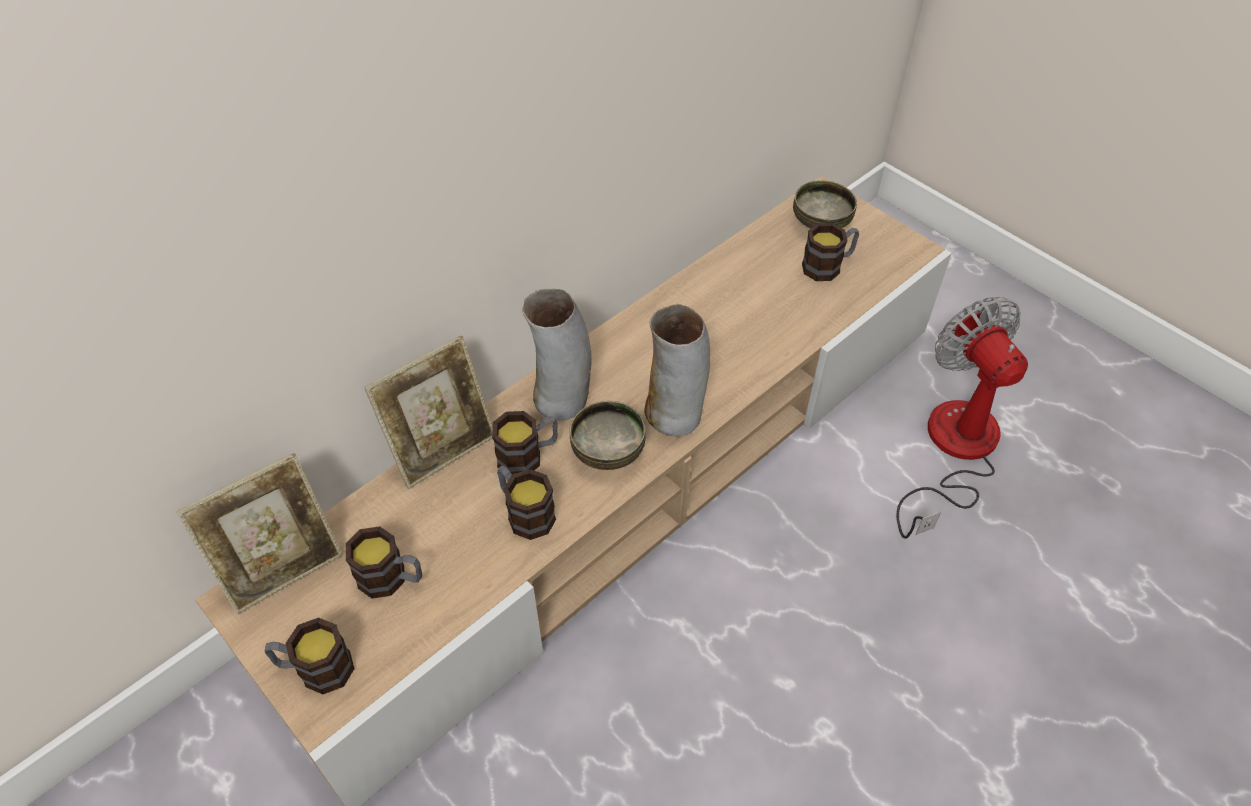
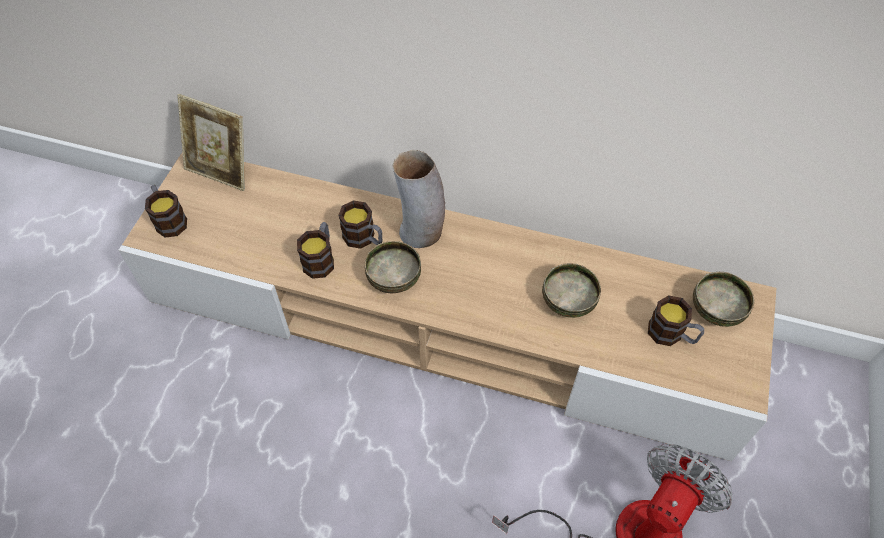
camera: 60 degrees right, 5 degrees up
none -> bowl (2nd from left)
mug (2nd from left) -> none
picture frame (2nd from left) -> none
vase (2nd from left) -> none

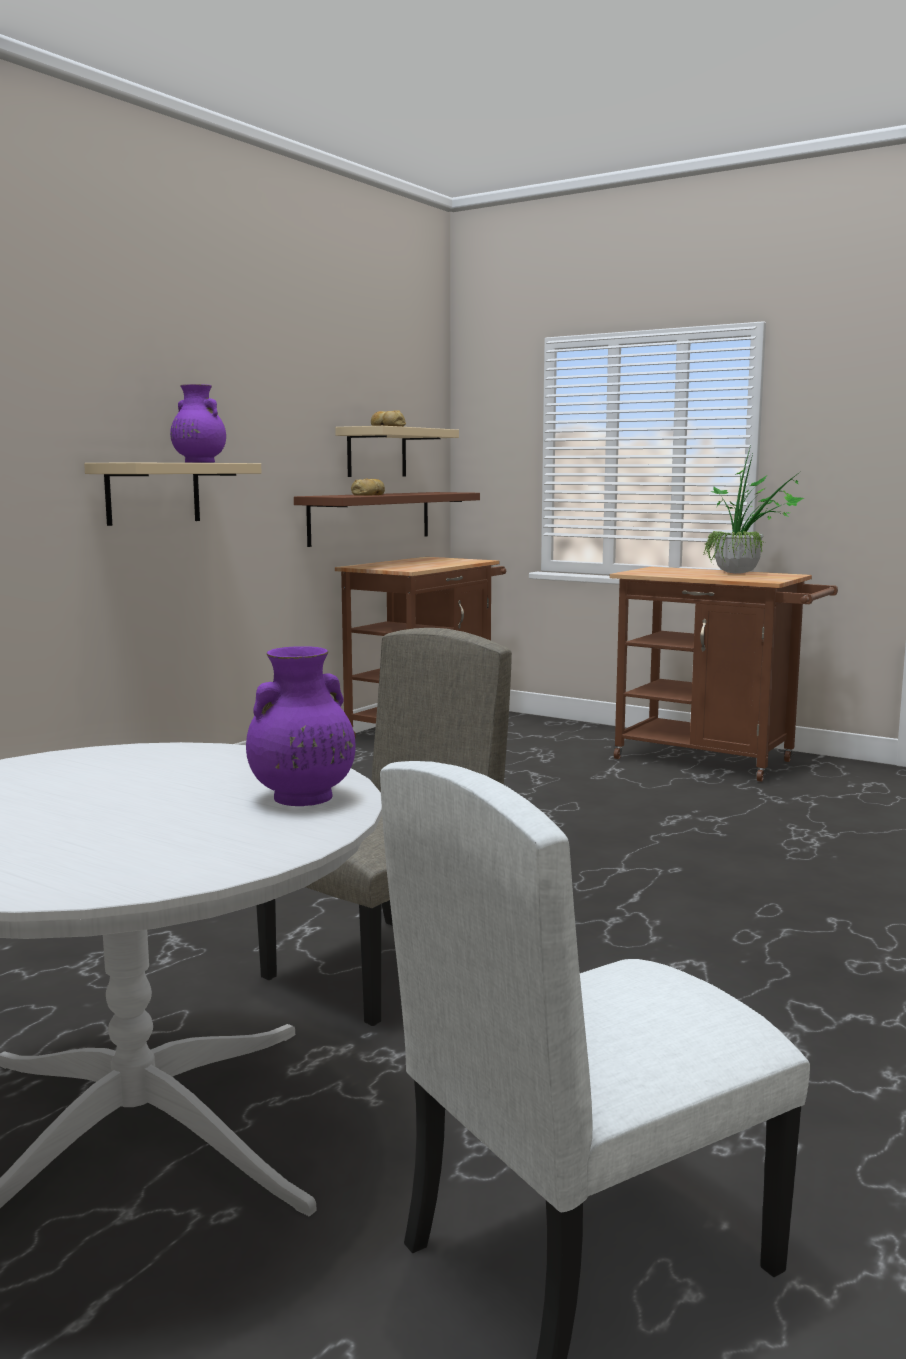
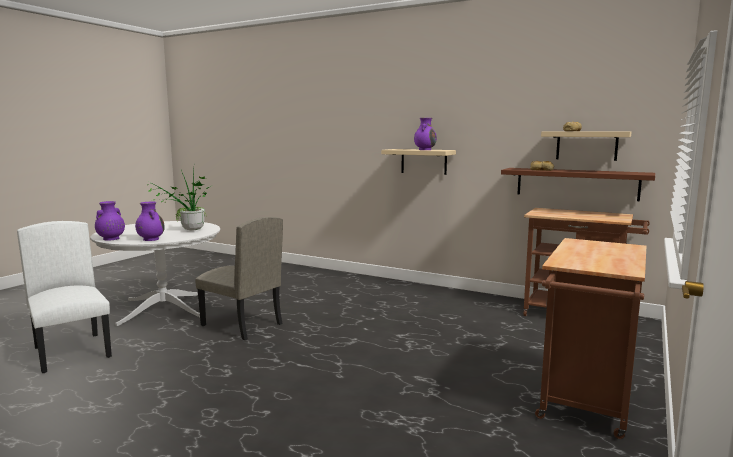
camera: 85 degrees right, 0 degrees up
none -> purple vase (1st from left)
potted plant, move

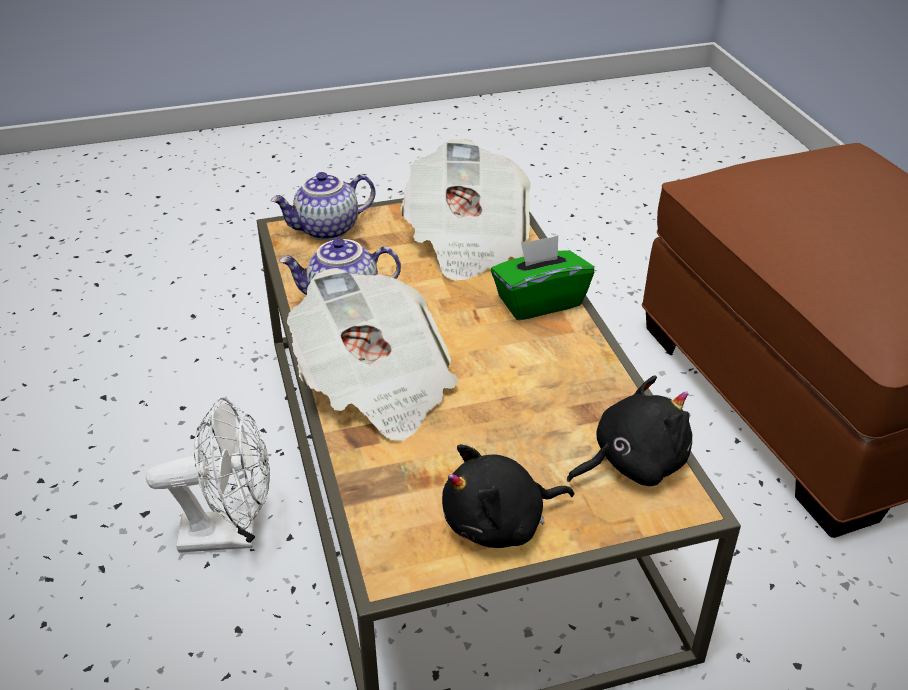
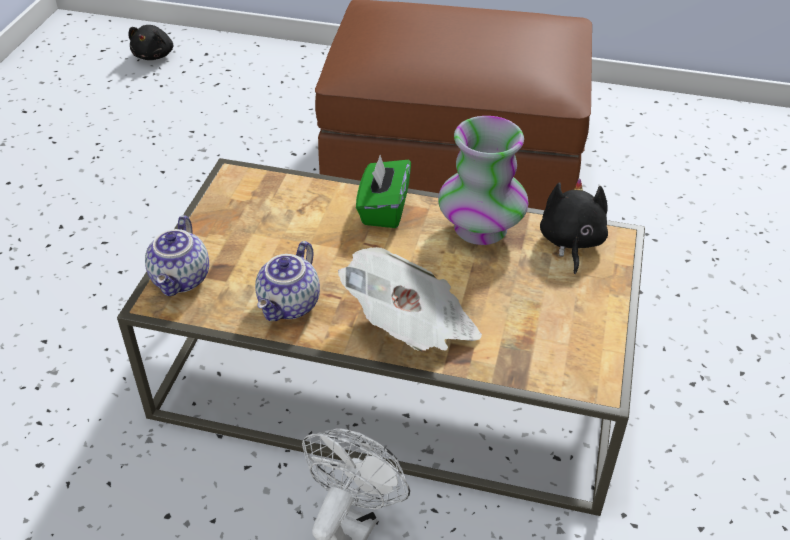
camera: 60 degrees left, 5 degrees up
black plush toy (1st from left), move
none -> vase
newspaper (2nd from left) -> none

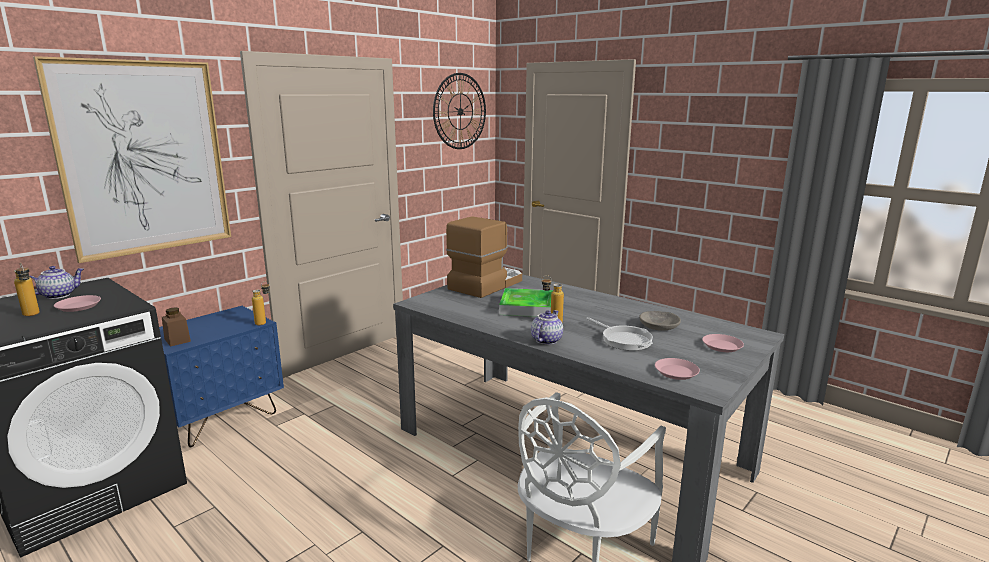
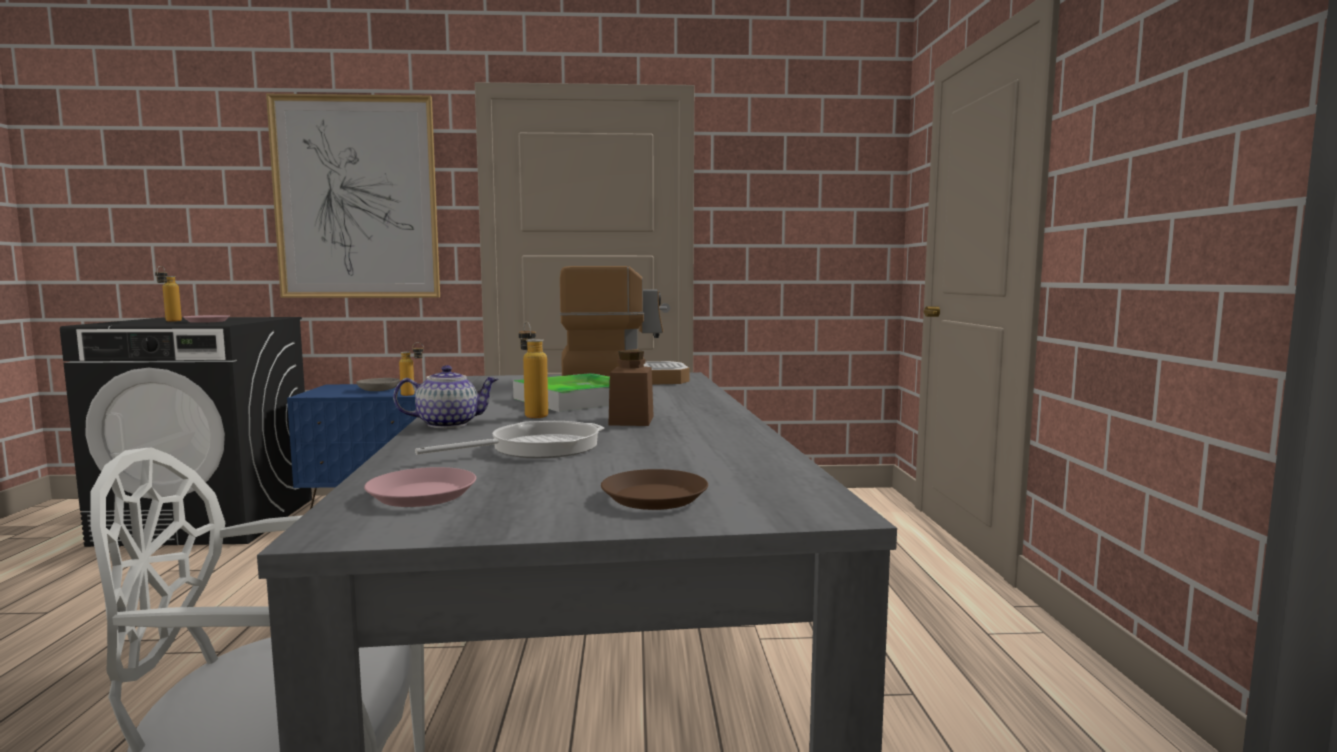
camera: 45 degrees right, 10 degrees down
grey bowl, move
frying pan, 135 degrees counterclockwise
pink plate (3rd from left) -> brown plate
brown jar, move
teapot (1st from left) -> none
wall clock -> none

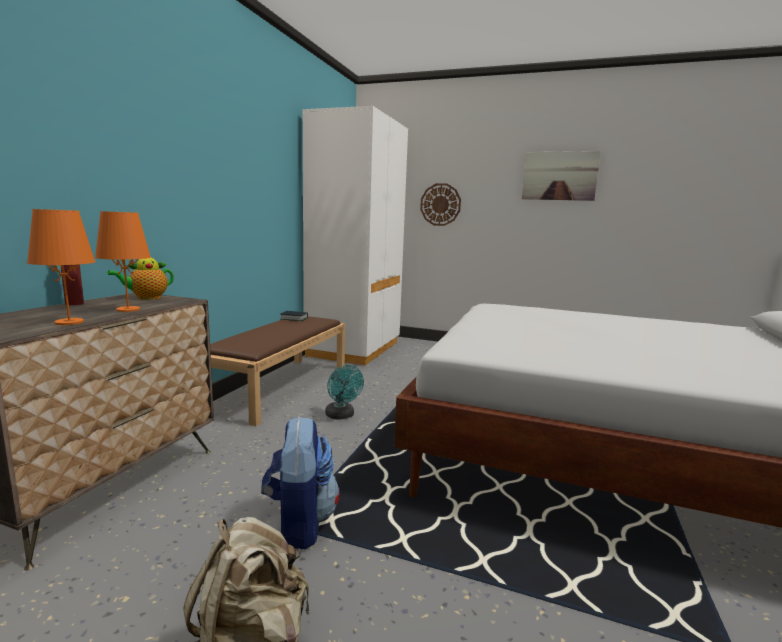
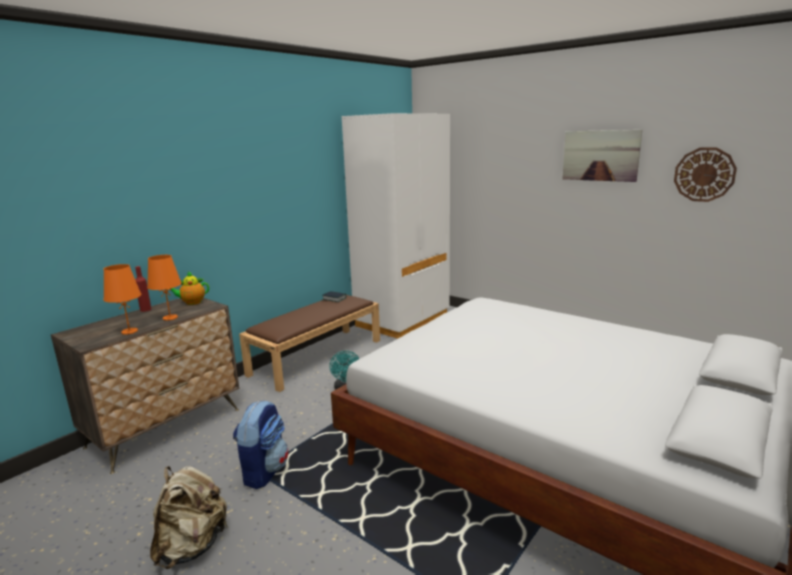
camera: 20 degrees right, 5 degrees up
wall clock, move

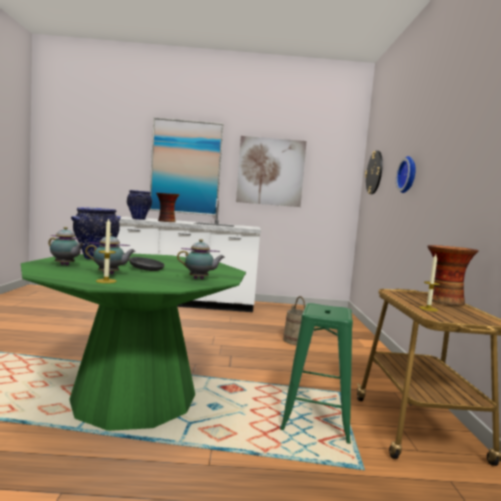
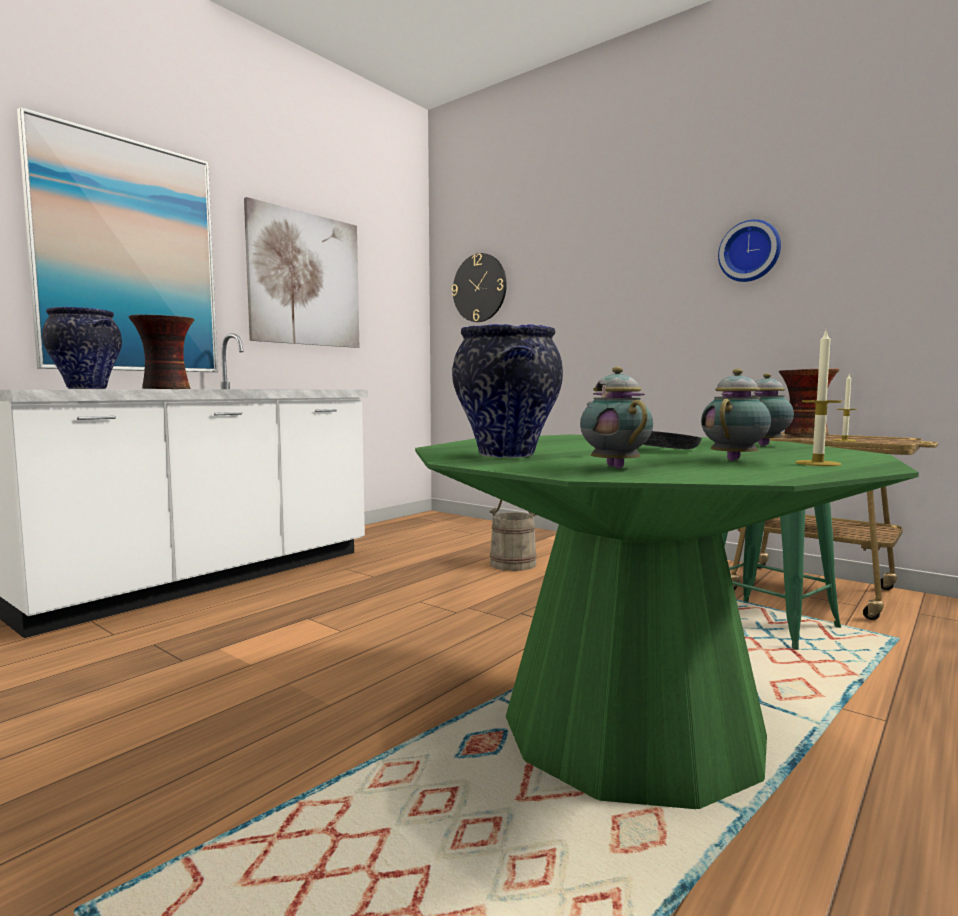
camera: 50 degrees left, 0 degrees up
teapot (1st from left), 75 degrees counterclockwise
wall clock (2nd from left), move

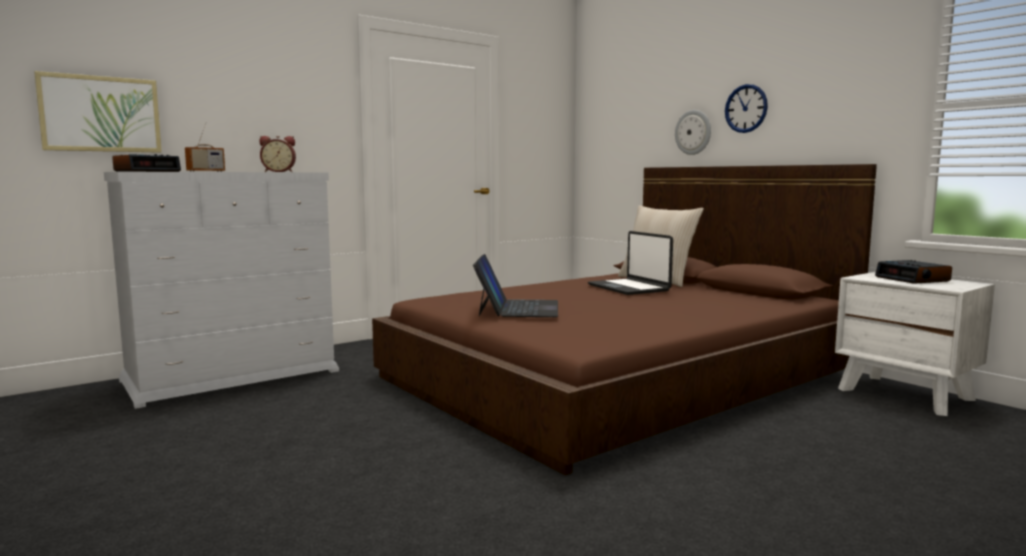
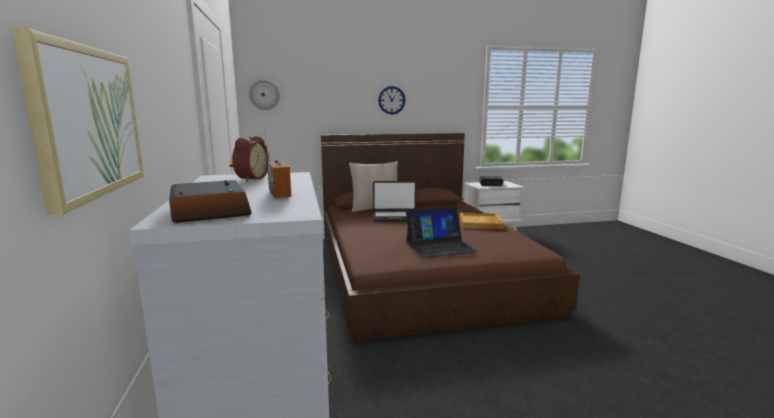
camera: 65 degrees left, 5 degrees up
wall clock (1st from left), move
laptop (1st from left in the first image) -> laptop (2nd from left), 135 degrees clockwise
none -> beige tray

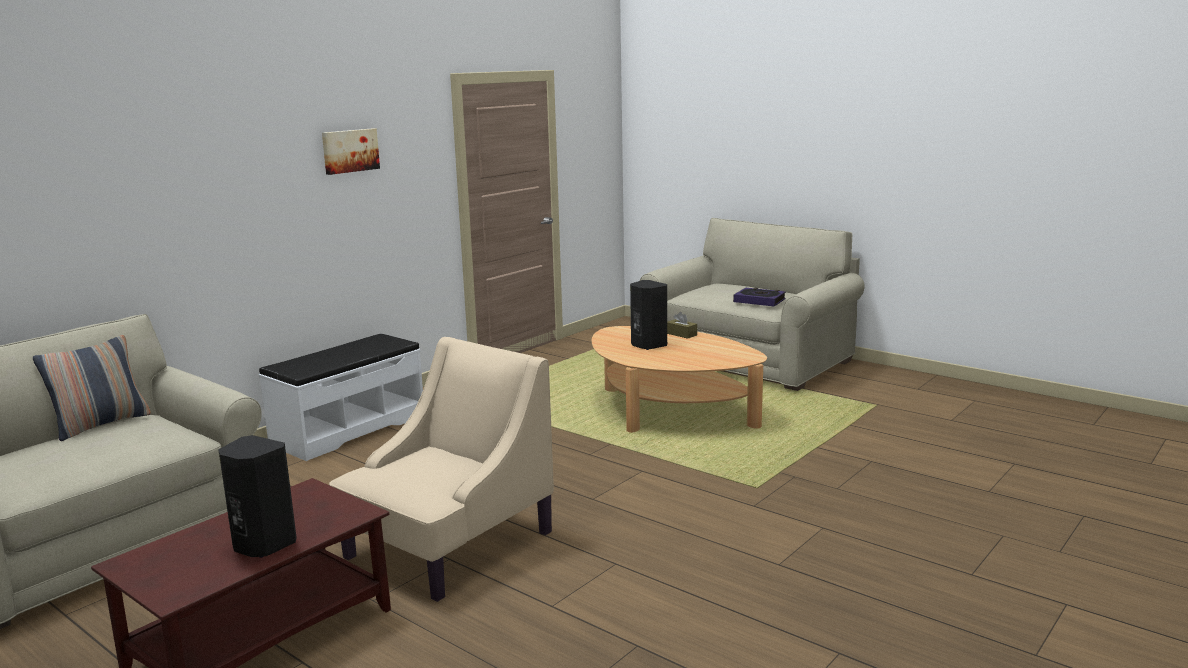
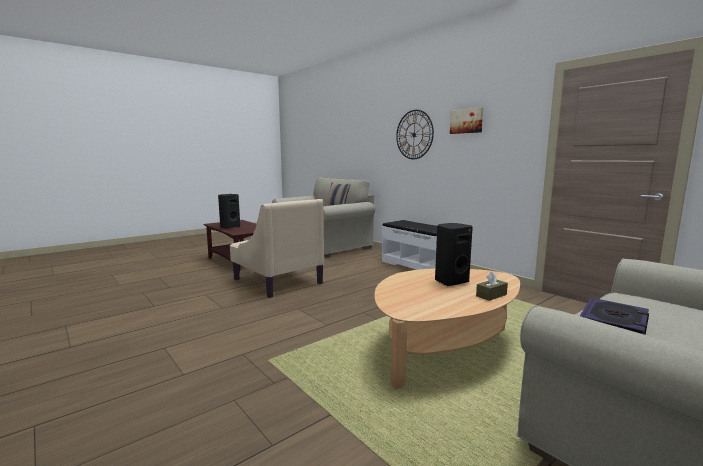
camera: 100 degrees right, 5 degrees down
none -> wall clock

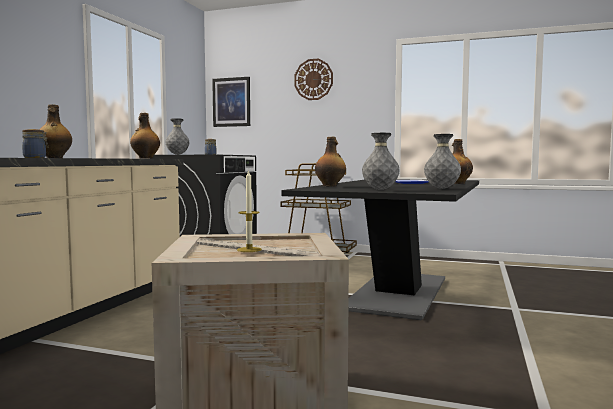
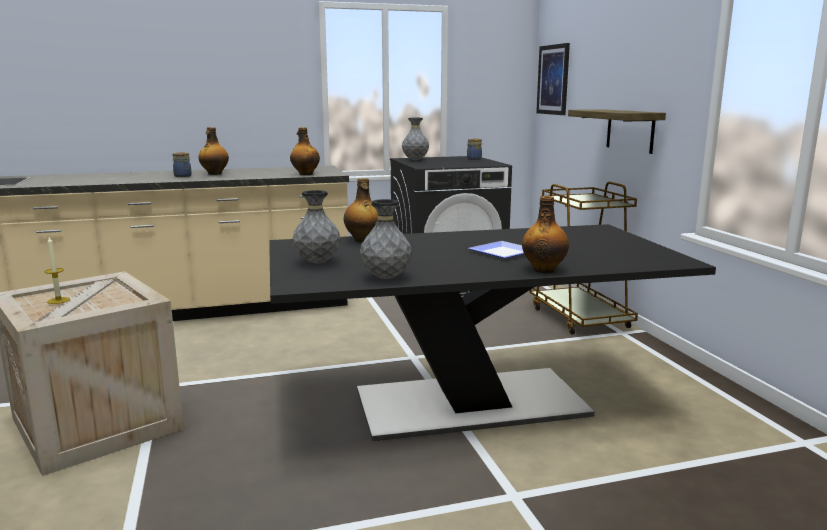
camera: 55 degrees right, 10 degrees up
none -> shelf
wall clock -> none

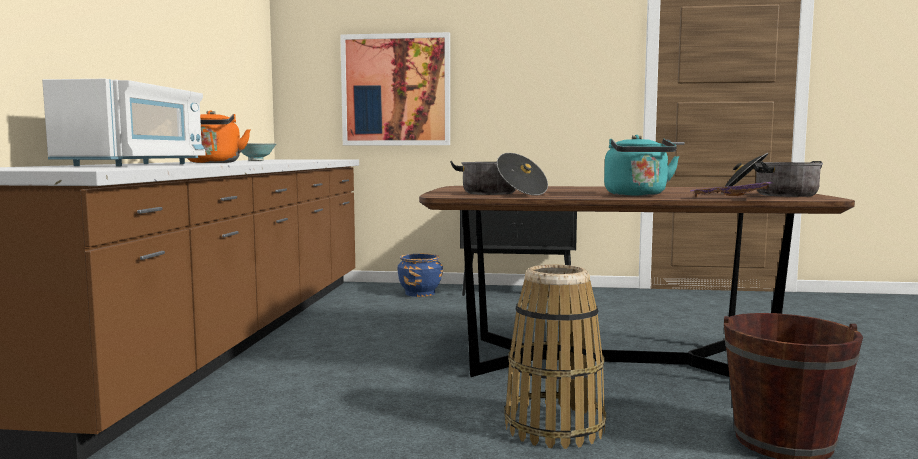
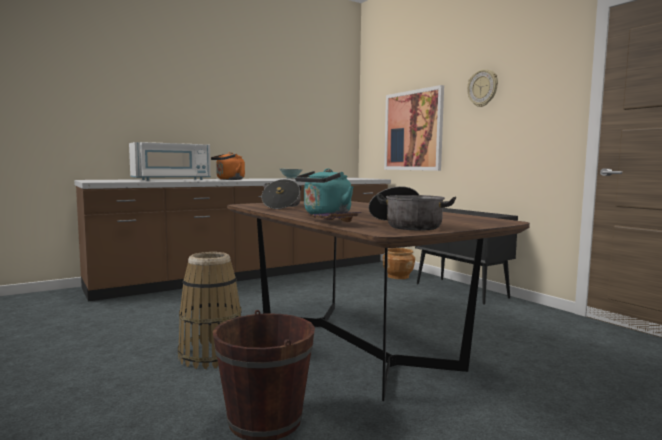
camera: 50 degrees right, 0 degrees up
blue planter -> brown planter
none -> wall clock

